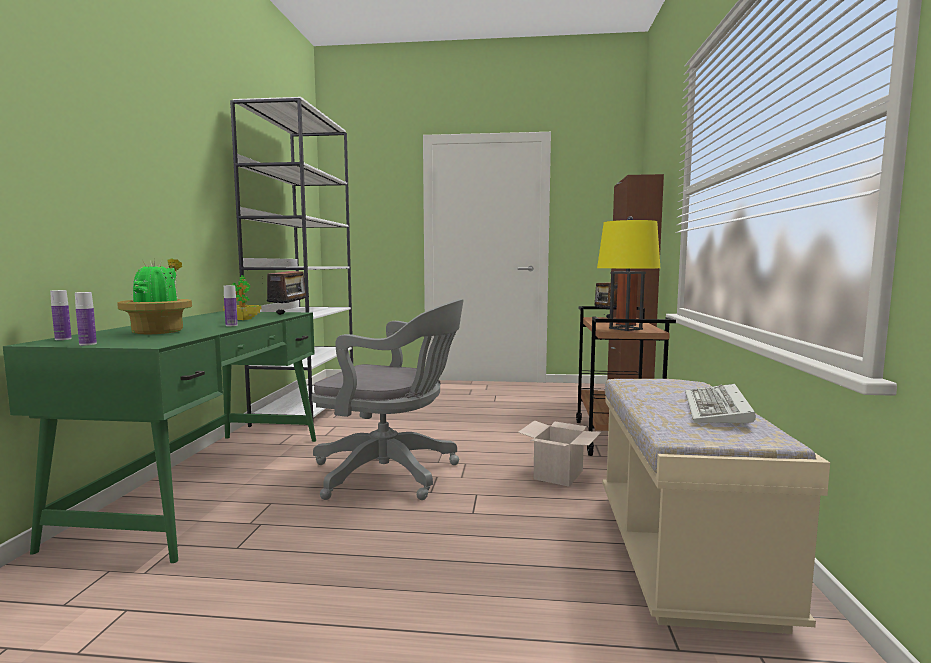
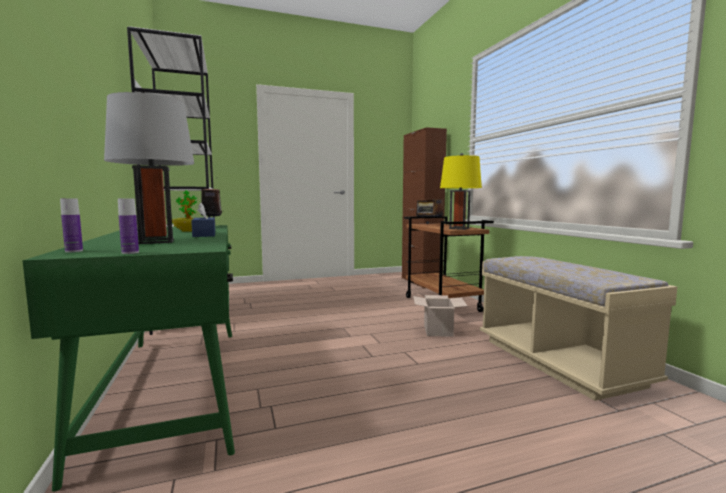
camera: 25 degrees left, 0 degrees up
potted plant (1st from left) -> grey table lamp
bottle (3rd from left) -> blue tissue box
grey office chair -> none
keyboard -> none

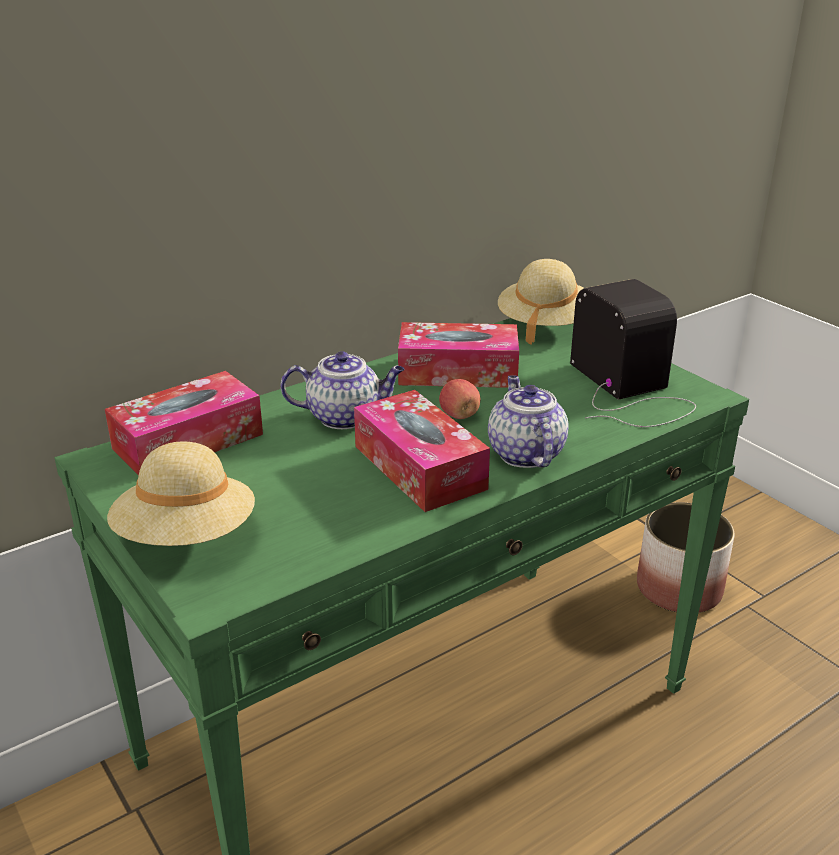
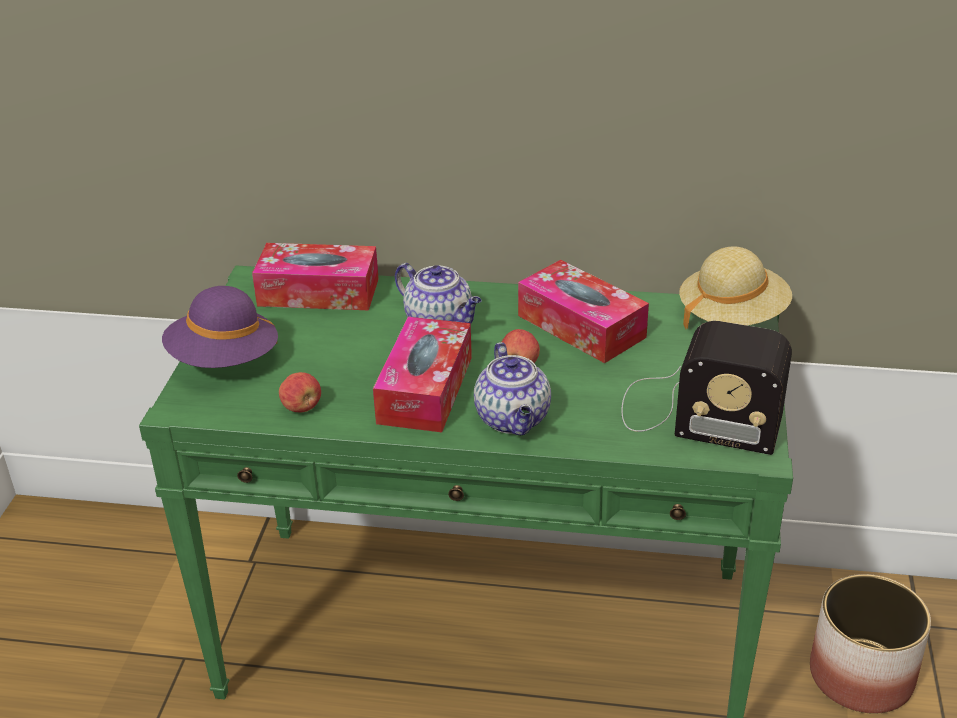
camera: 45 degrees right, 5 degrees up
beige hat (1st from left) -> purple hat
none -> apple (1st from left)
teapot (2nd from left), 135 degrees clockwise
radio, 90 degrees clockwise

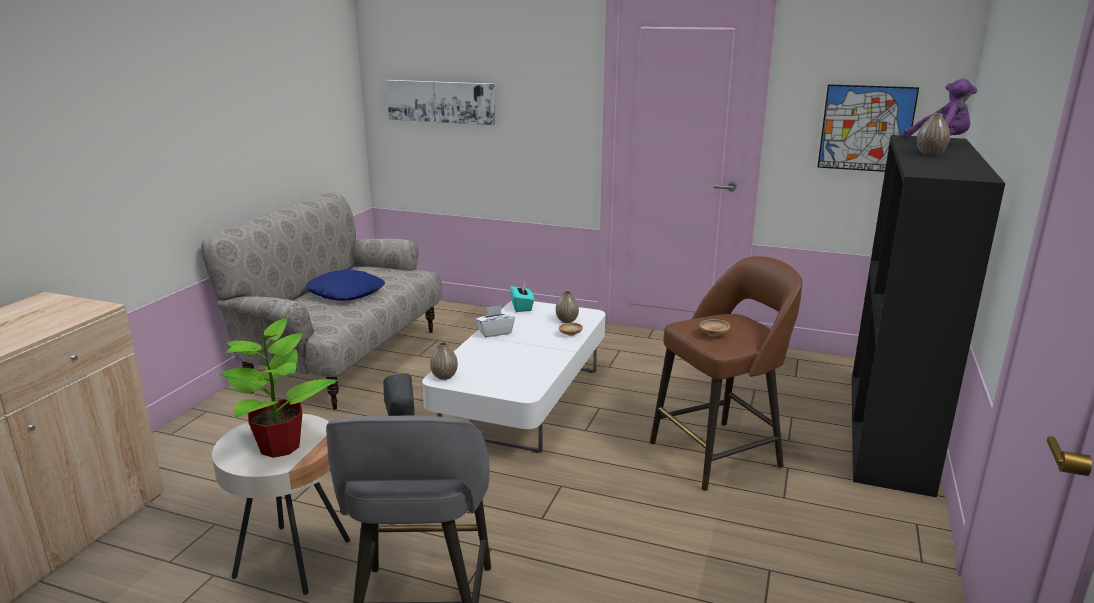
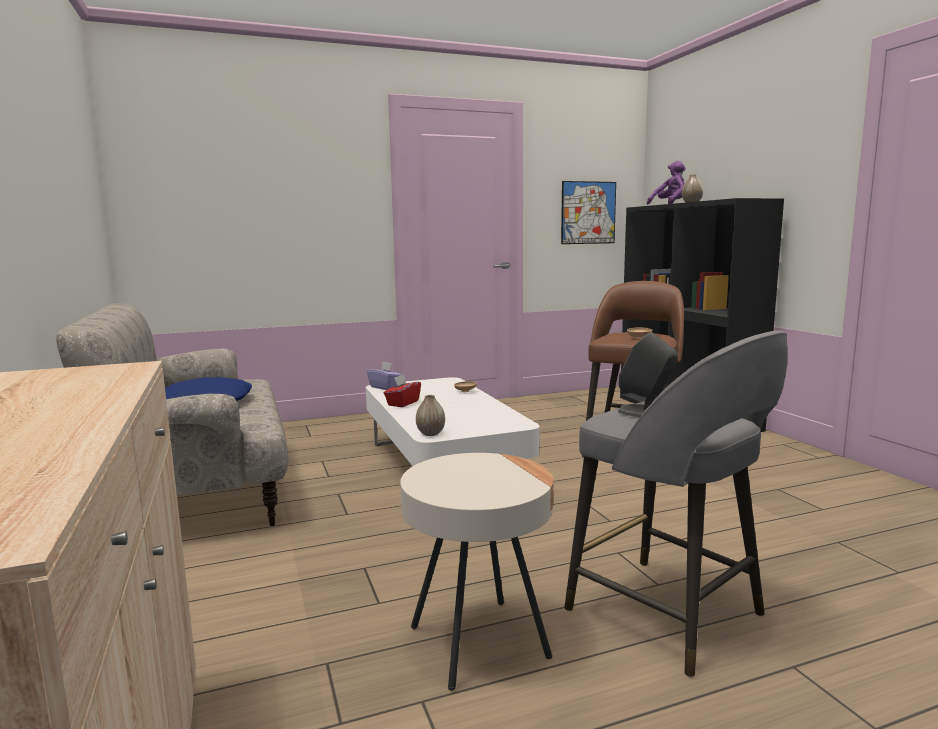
camera: 40 degrees left, 10 degrees down
turquoise tissue box -> purple tissue box
white tissue box -> red tissue box
potted plant -> none
picture (1st from left) -> none
vase (2nd from left) -> none

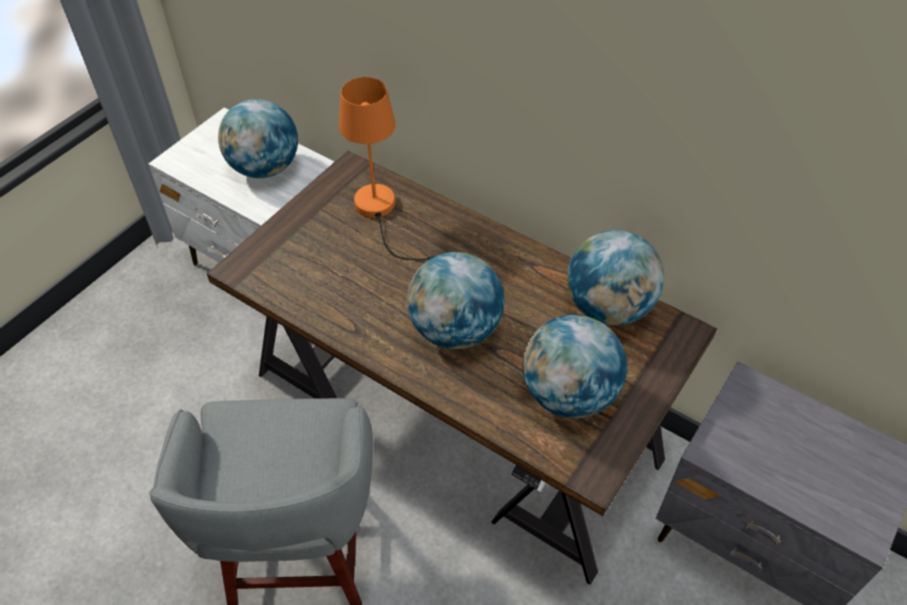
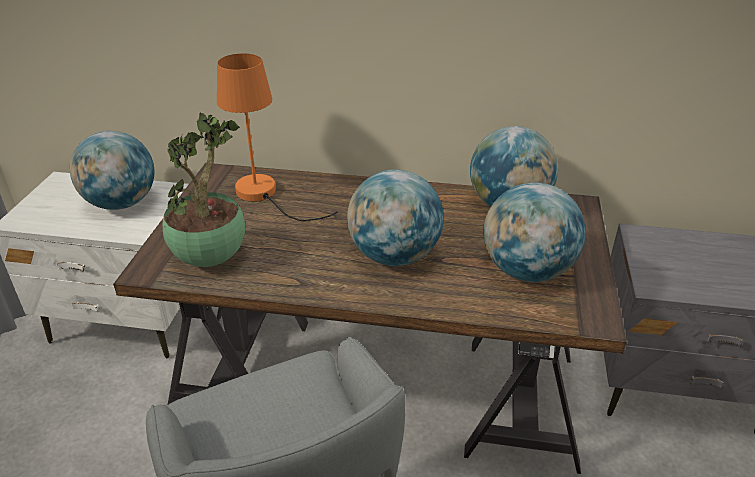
camera: 25 degrees left, 15 degrees down
none -> potted plant

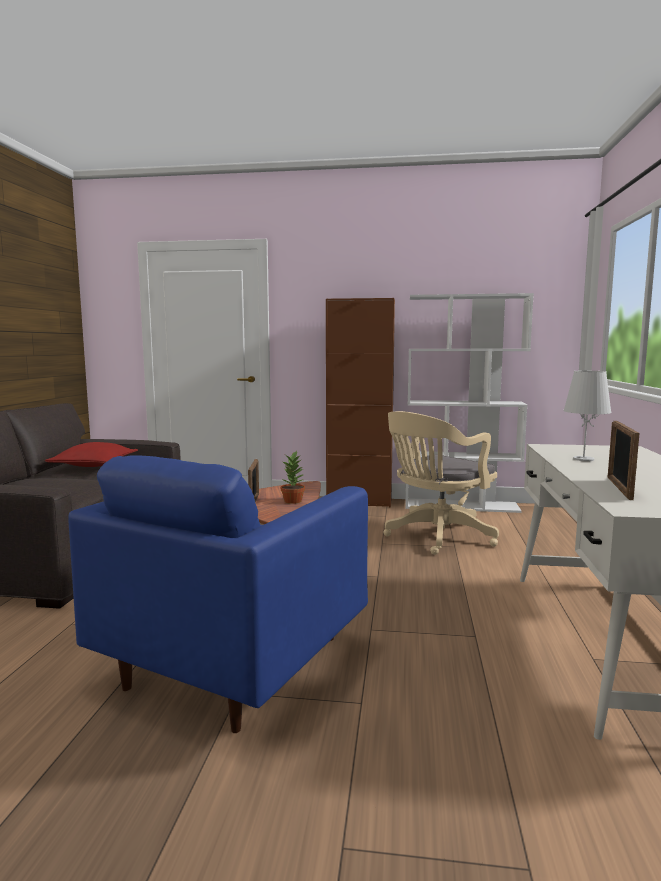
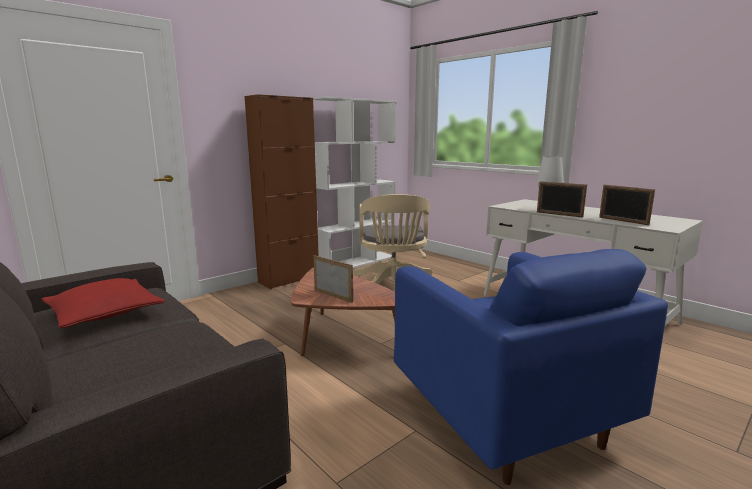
camera: 50 degrees left, 5 degrees up
none -> picture frame (2nd from left)
potted plant -> none

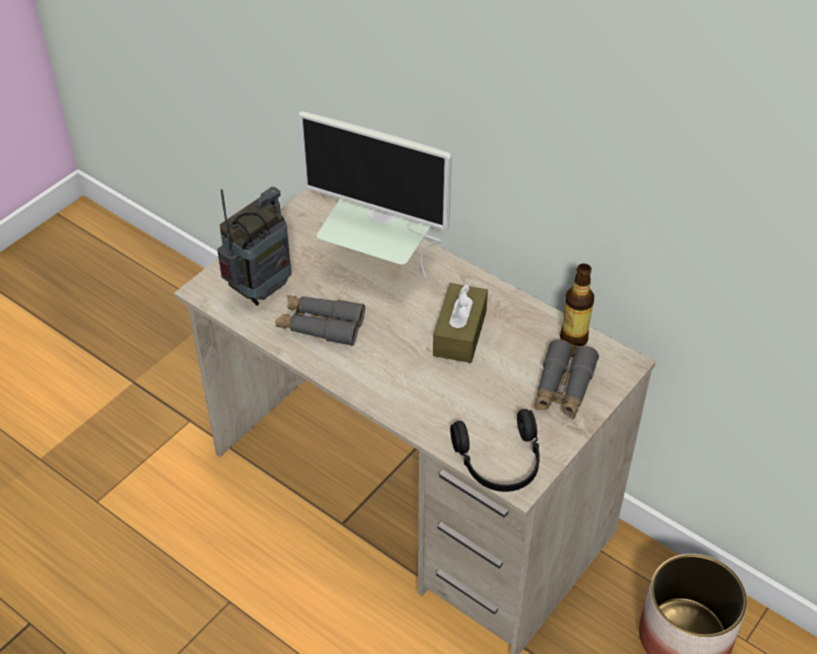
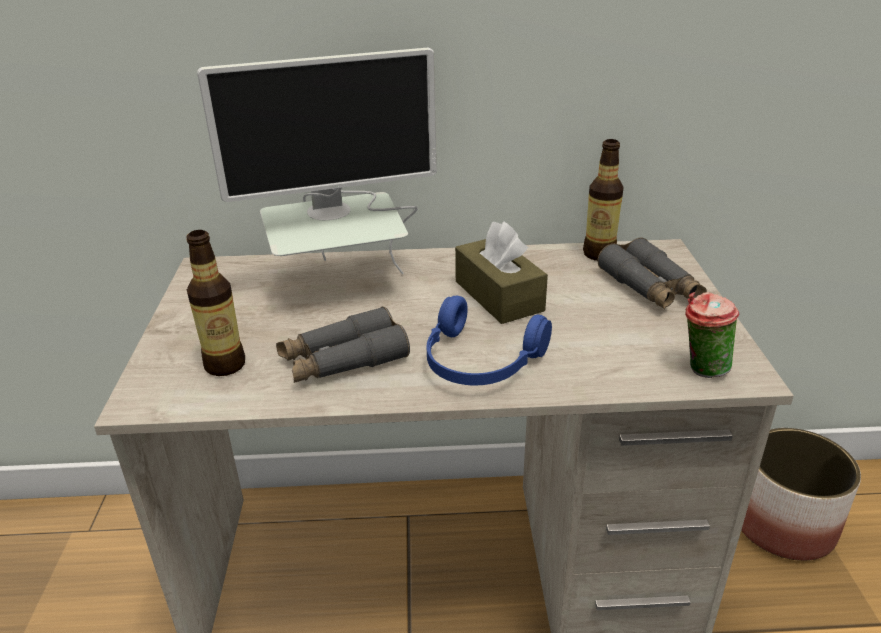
camera: 40 degrees left, 15 degrees down
radio -> bottle (1st from left)
none -> blue headphones
black headphones -> cup

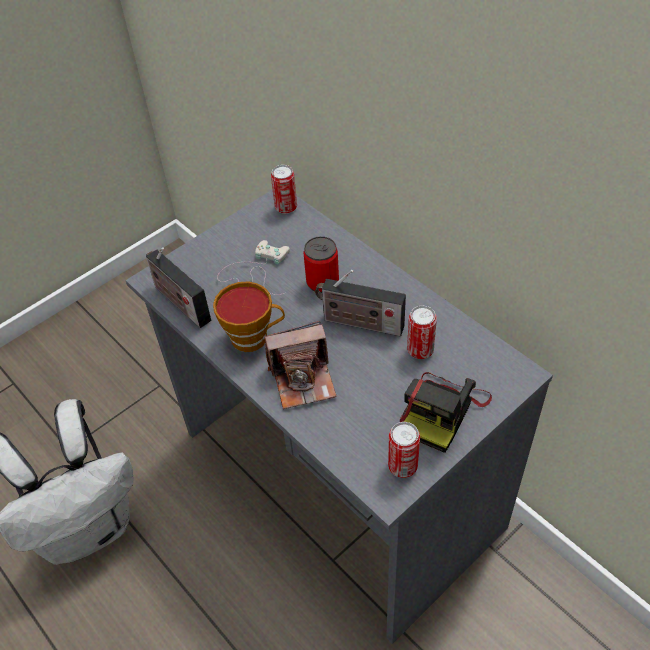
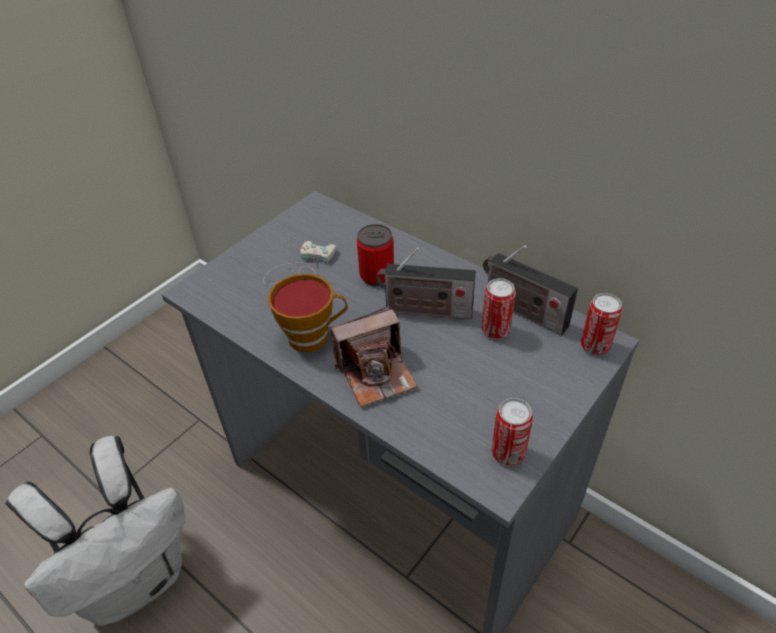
camera: 10 degrees left, 5 degrees down
radio (1st from left in the first image) -> radio (2nd from left), move
can (1st from left in the first image) -> can (4th from left), move
photo camera (2nd from left) -> none

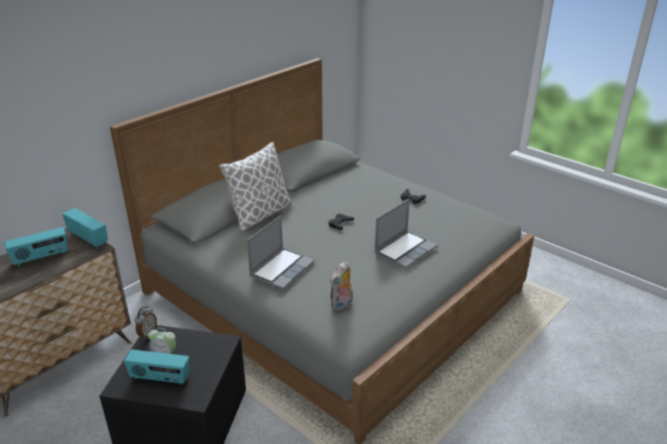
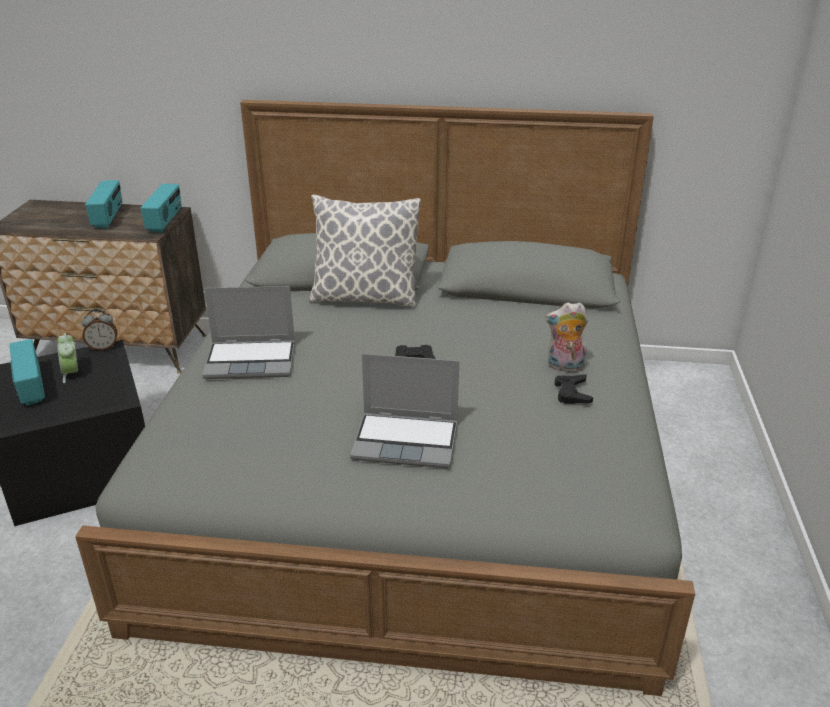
camera: 55 degrees right, 0 degrees up
radio (1st from left in the first image) -> radio (2nd from left), 120 degrees counterclockwise
plush toy, move

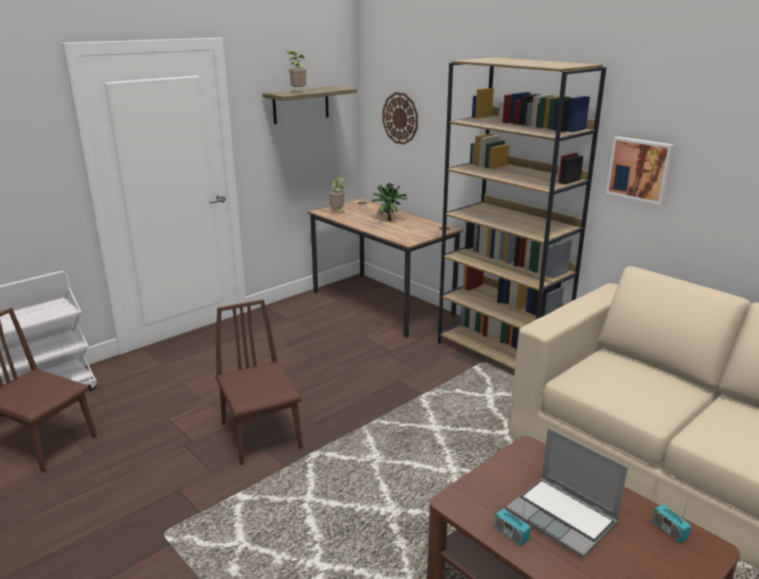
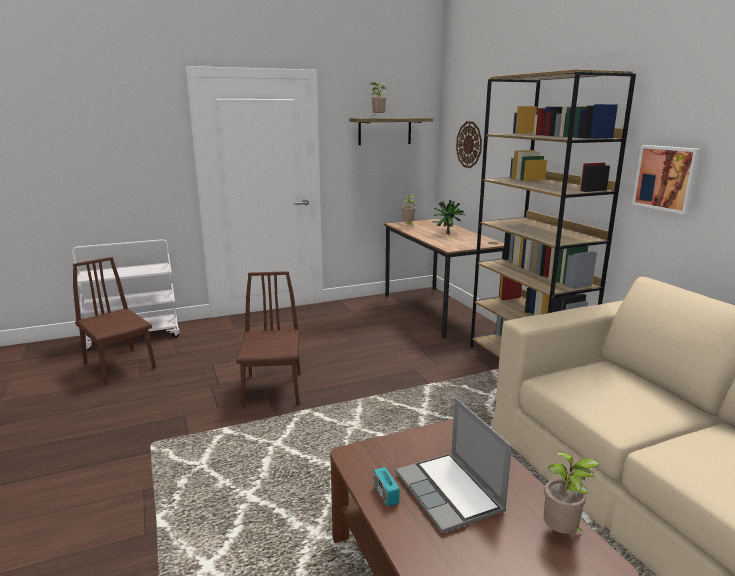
camera: 20 degrees right, 5 degrees down
radio (2nd from left) -> potted plant (4th from left)

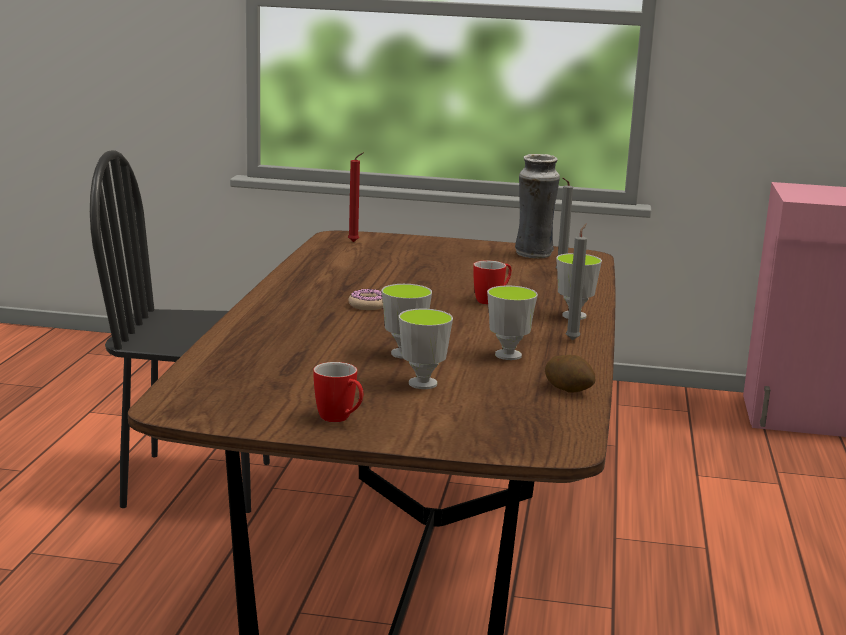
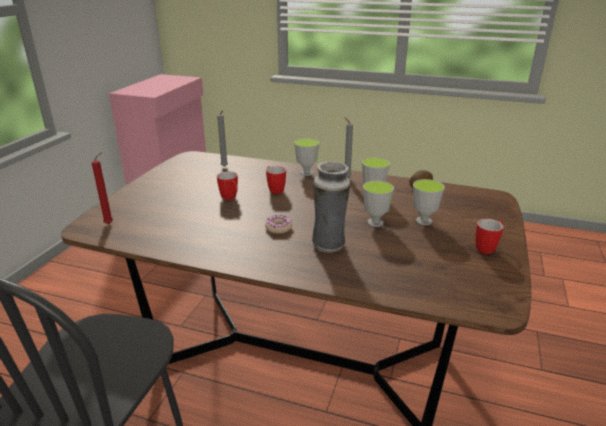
camera: 80 degrees left, 10 degrees up
none -> mug (1st from left)
vase, move

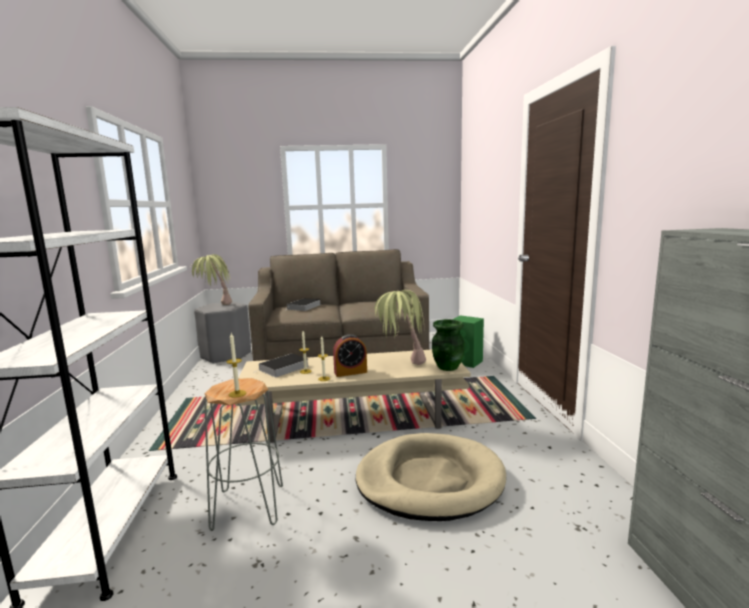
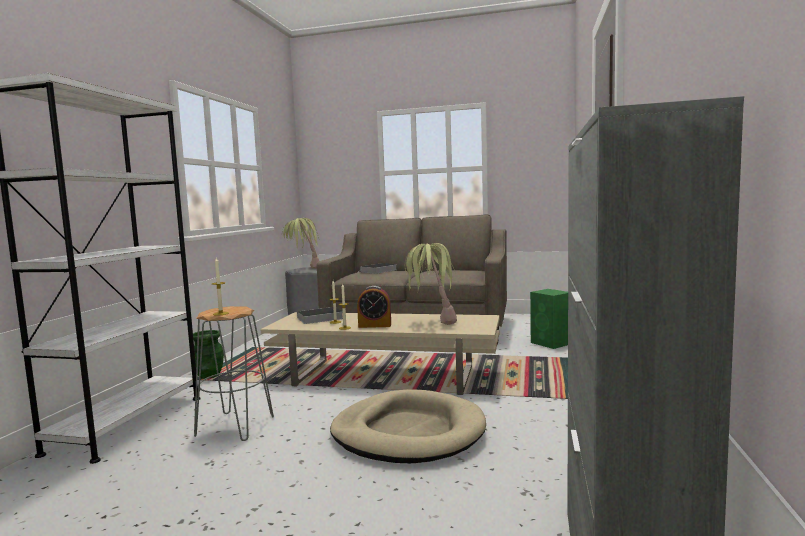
camera: 20 degrees right, 5 degrees down
green vase, move

